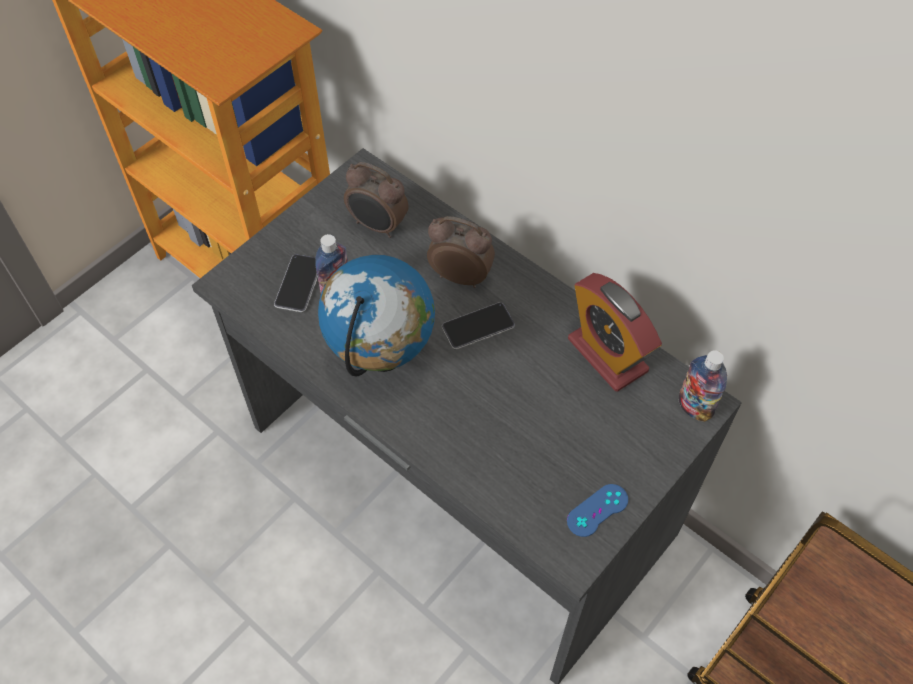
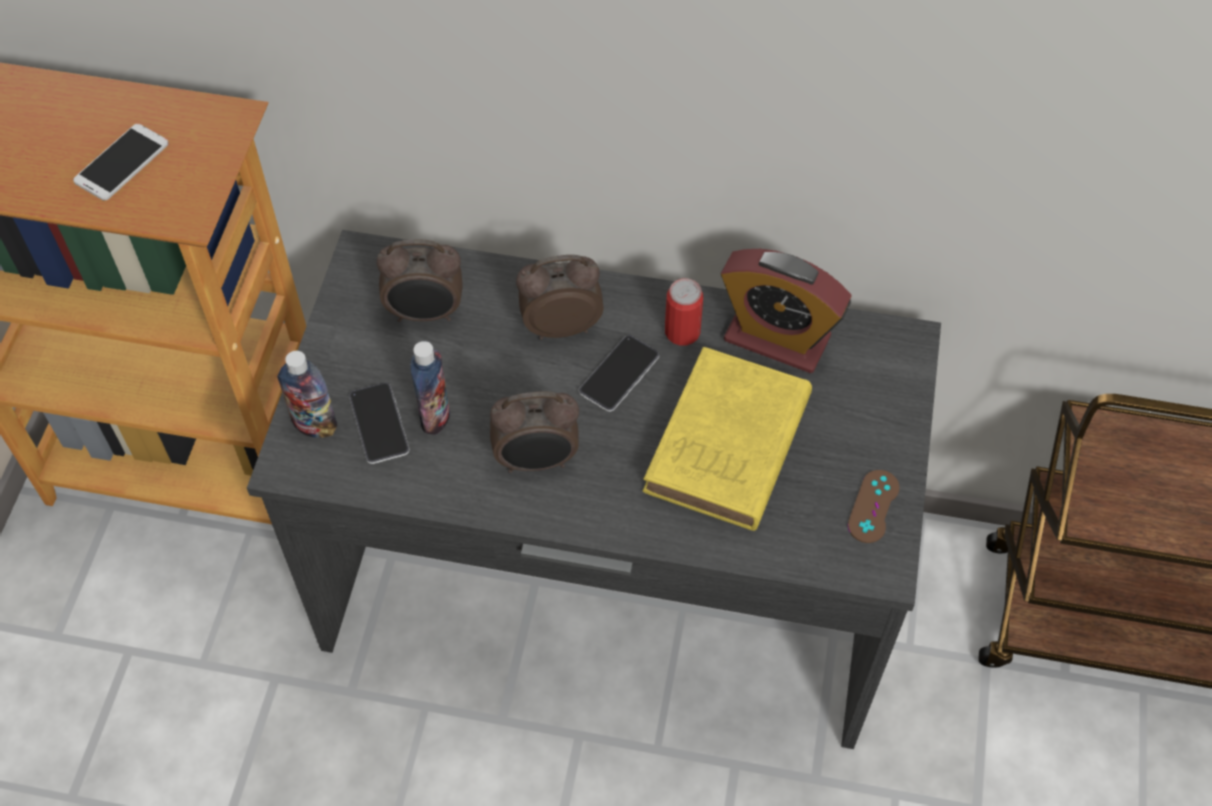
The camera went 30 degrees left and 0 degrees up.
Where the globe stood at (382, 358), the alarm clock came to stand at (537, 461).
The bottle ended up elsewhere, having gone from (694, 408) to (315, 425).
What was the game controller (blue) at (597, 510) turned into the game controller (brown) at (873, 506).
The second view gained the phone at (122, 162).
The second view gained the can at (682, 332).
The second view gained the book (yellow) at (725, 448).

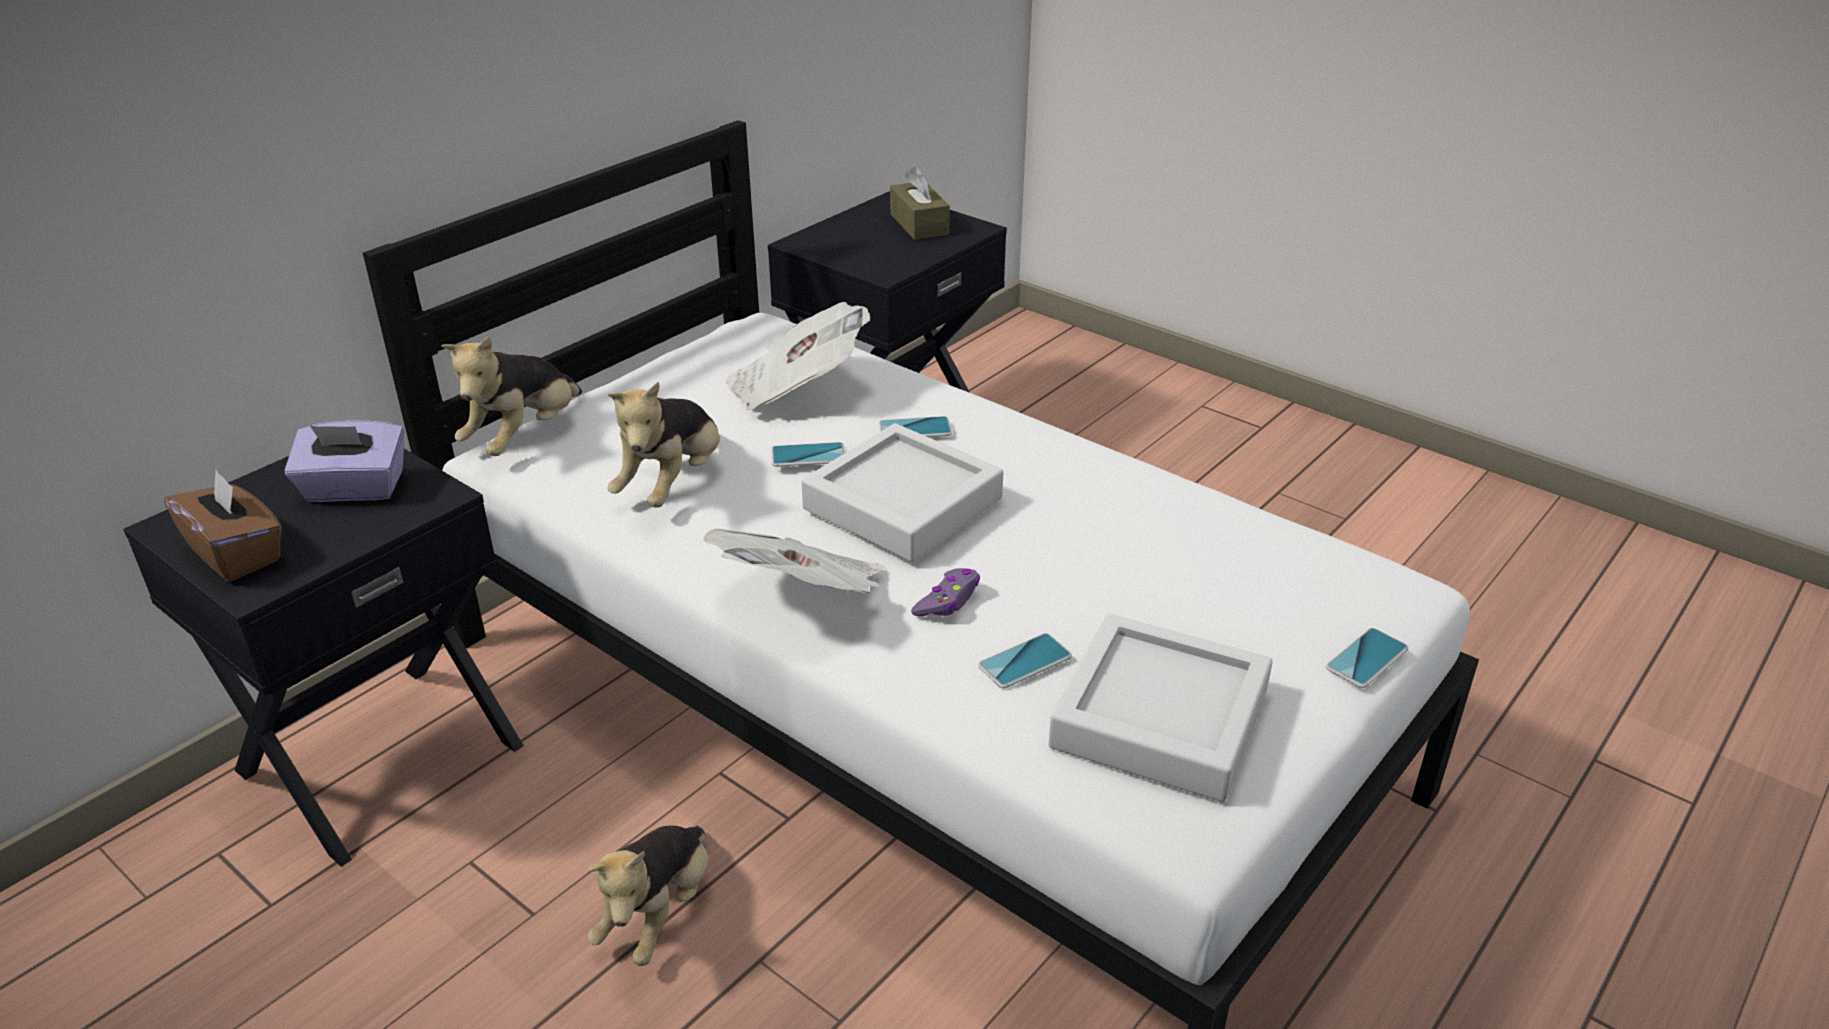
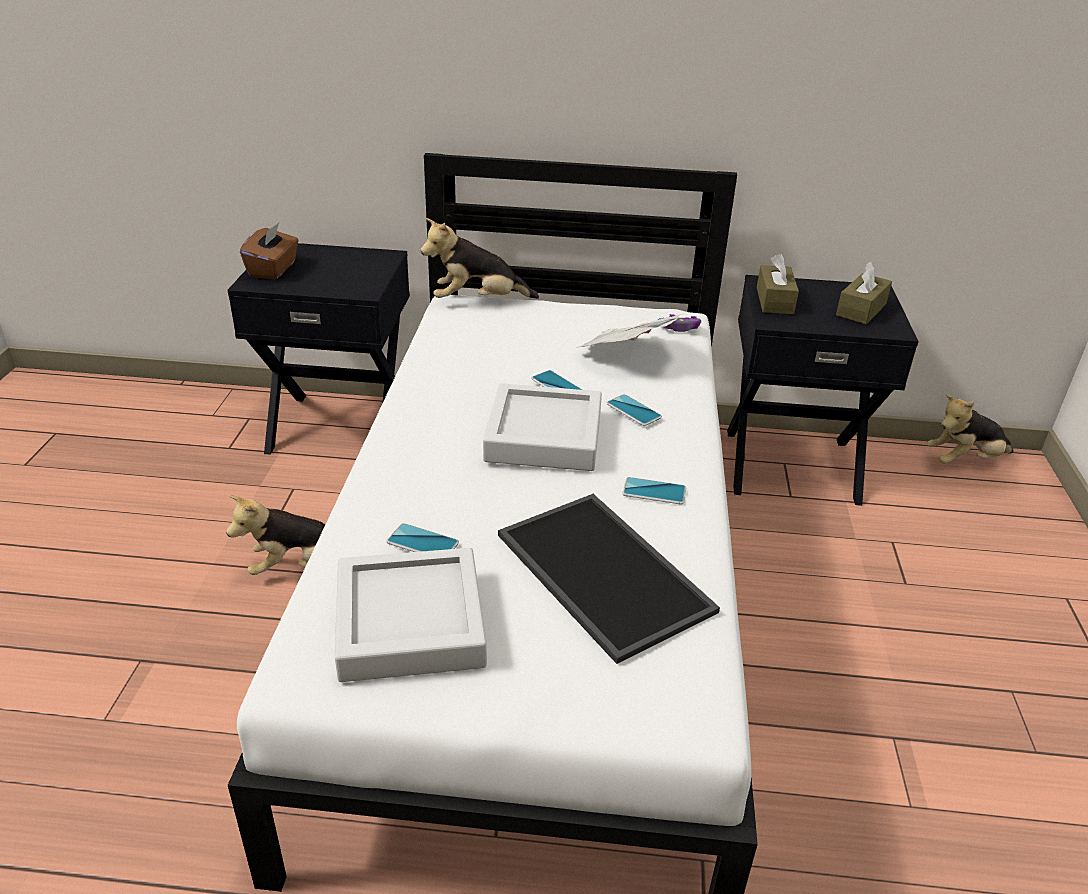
The camera went 55 degrees right and 0 degrees up.
The plush toy ended up elsewhere, having gone from (673, 484) to (964, 460).
The second view lost the tissue box (purple) at (355, 489).
The second view lost the newspaper at (804, 598).
The game controller (purple) ended up elsewhere, having gone from (948, 601) to (679, 328).
The phone ended up elsewhere, having gone from (1366, 658) to (654, 491).
The second view gained the tissue box (brown) at (774, 300).
The second view gained the tray at (599, 572).

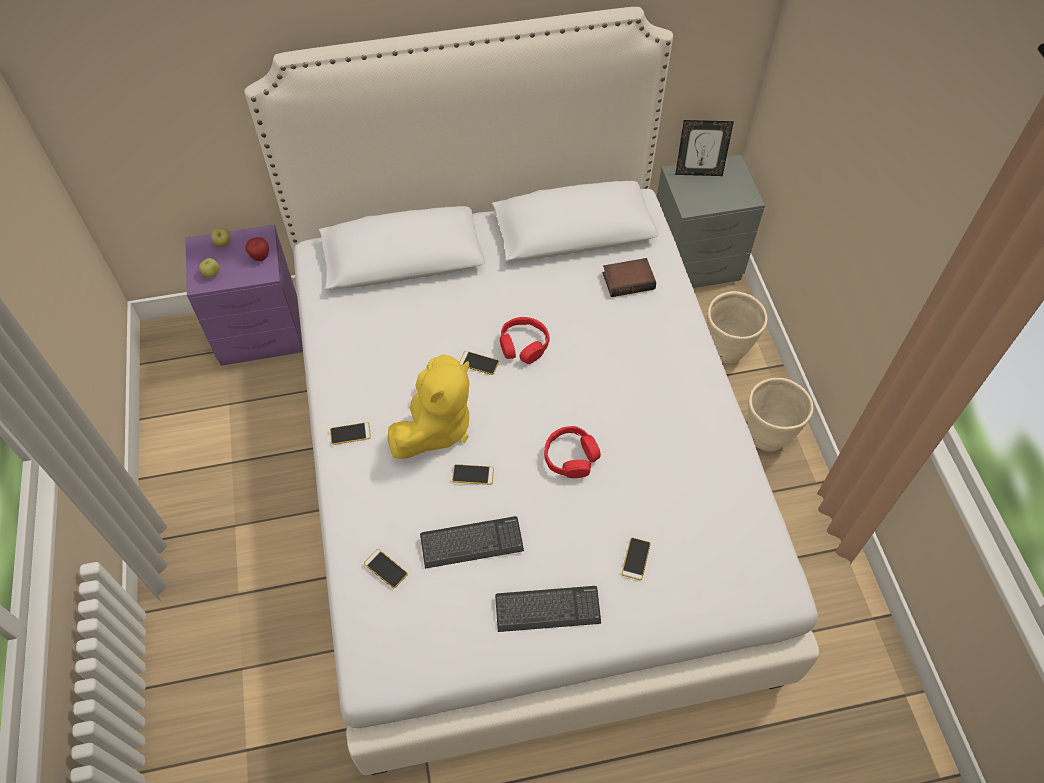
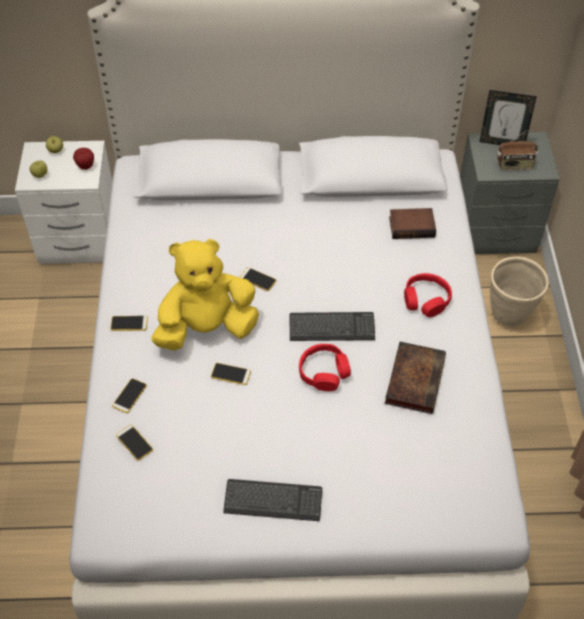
The camera went 10 degrees right and 5 degrees down.
What was the nightstand (purple) at (262, 334) turned into the nightstand (white) at (81, 241).
The headphones (red) ended up elsewhere, having gone from (523, 345) to (426, 300).
The plush toy (yellow) at (435, 427) ended up facing another way, 150 degrees counterclockwise from before.
The second view lost the planter (beige) at (766, 436).
The keyboard ended up elsewhere, having gone from (471, 543) to (331, 328).
The phone ended up elsewhere, having gone from (636, 559) to (129, 396).
The second view gained the radio at (514, 165).
The second view gained the book at (414, 378).

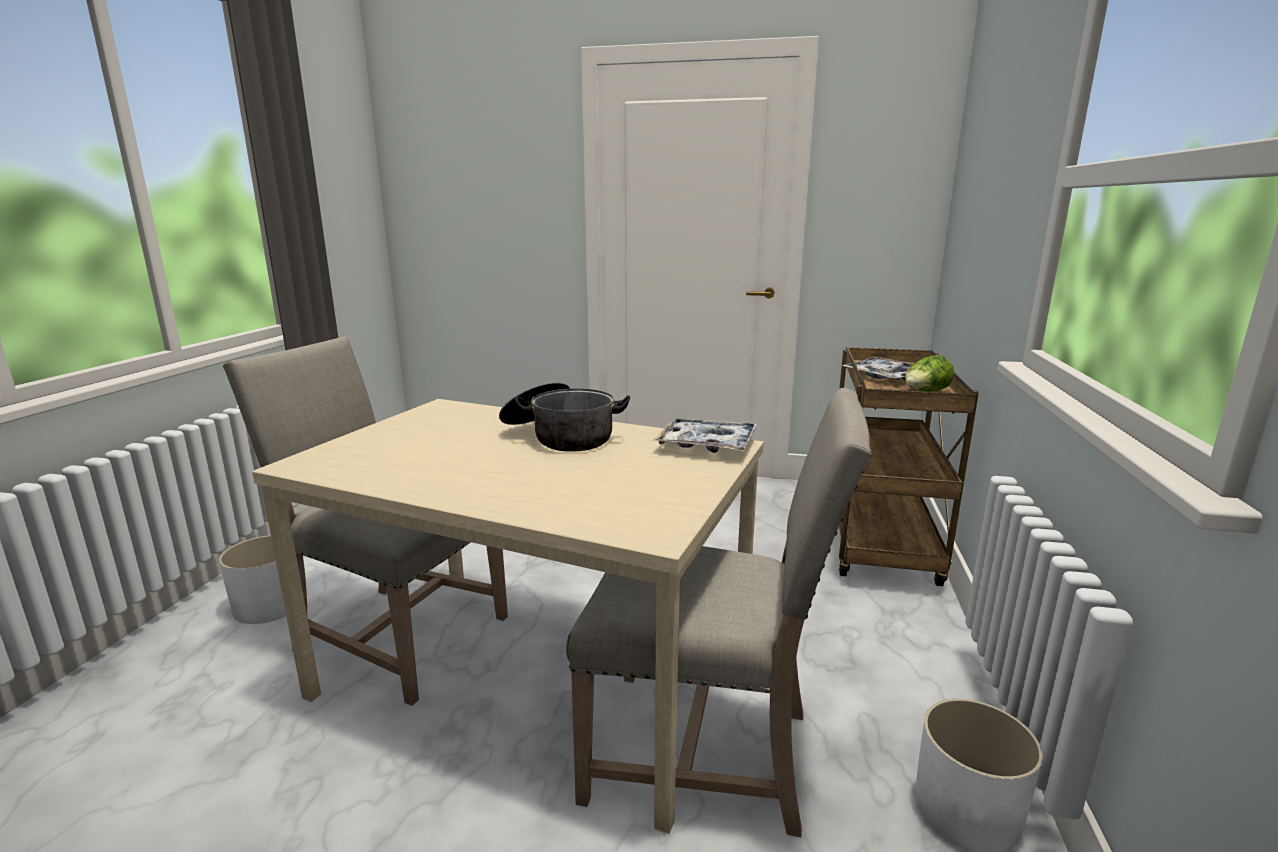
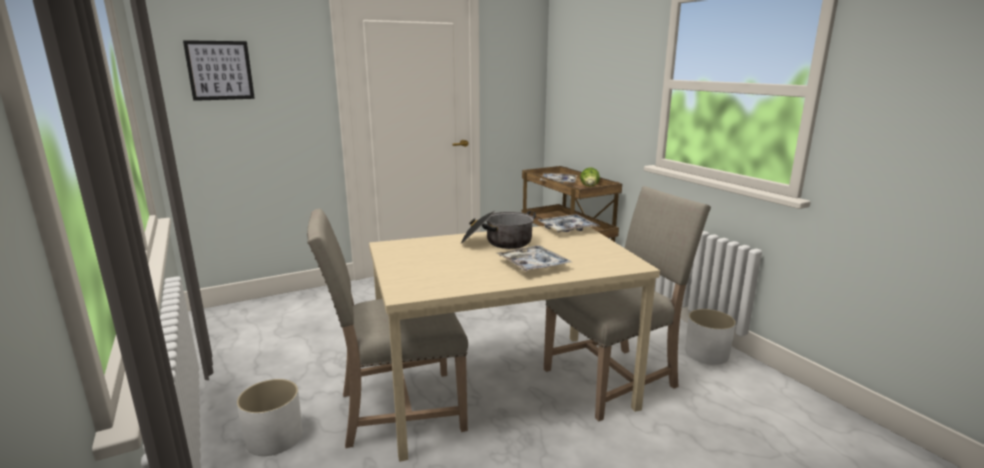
The camera went 40 degrees left and 0 degrees up.
The second view gained the picture at (220, 70).
The second view gained the tray at (532, 265).

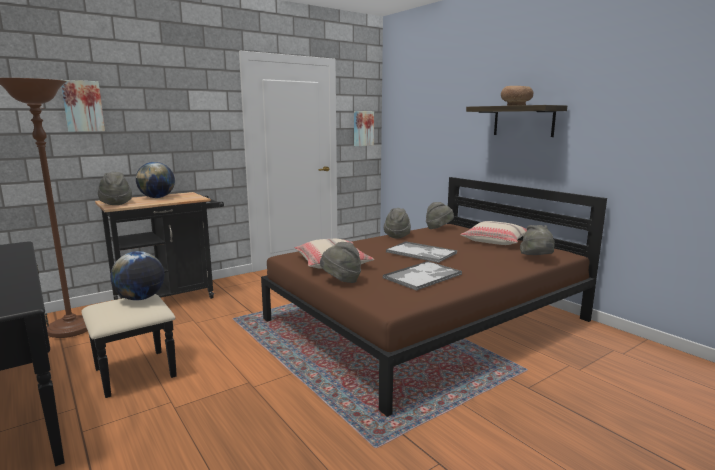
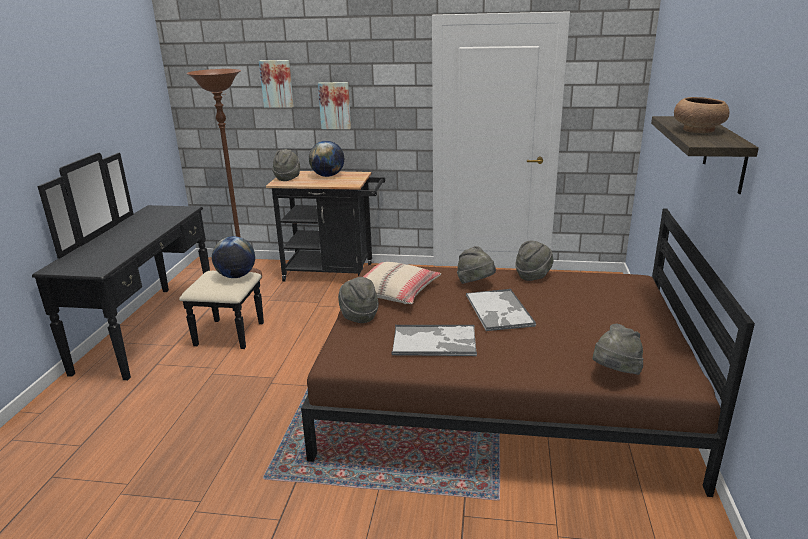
The camera went 45 degrees right and 10 degrees up.
The picture ended up elsewhere, having gone from (363, 128) to (335, 105).
The hat (grey) ended up elsewhere, having gone from (438, 228) to (475, 283).
The second view lost the pillow (beige) at (495, 241).

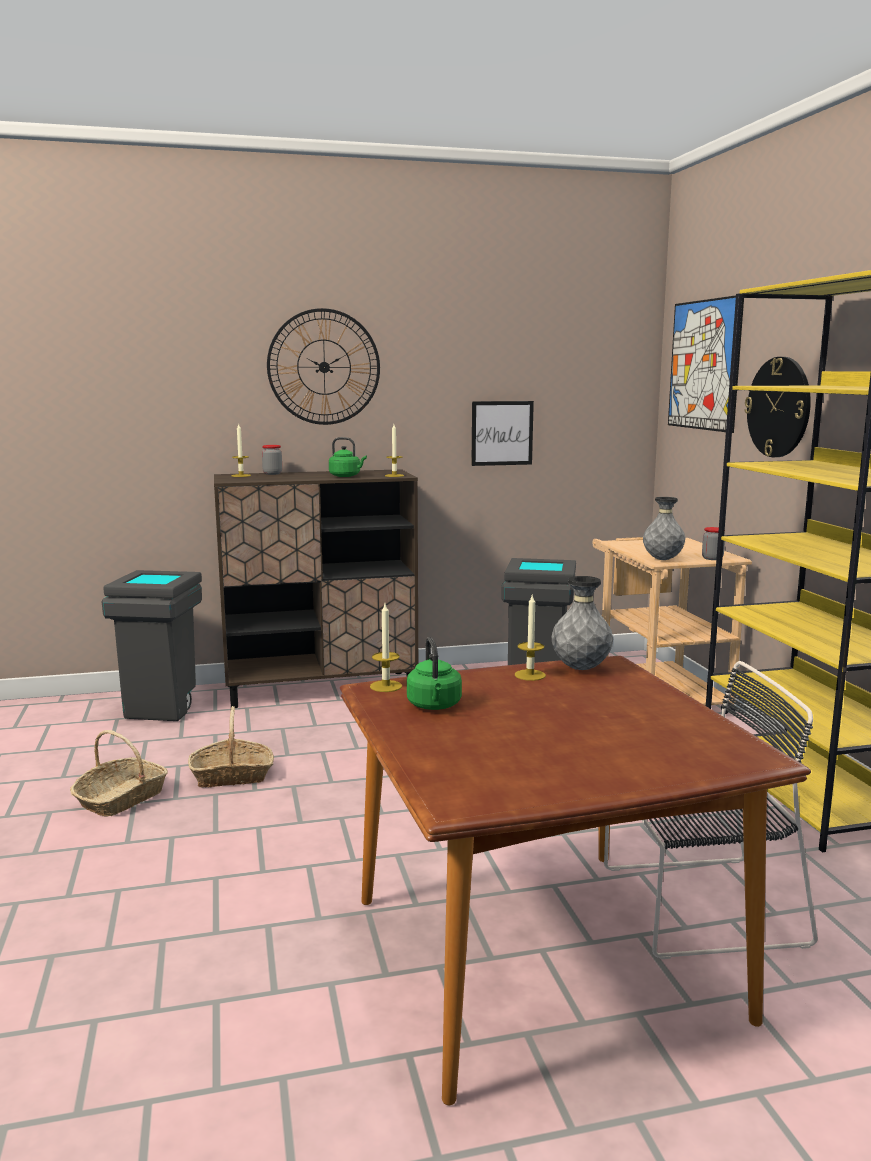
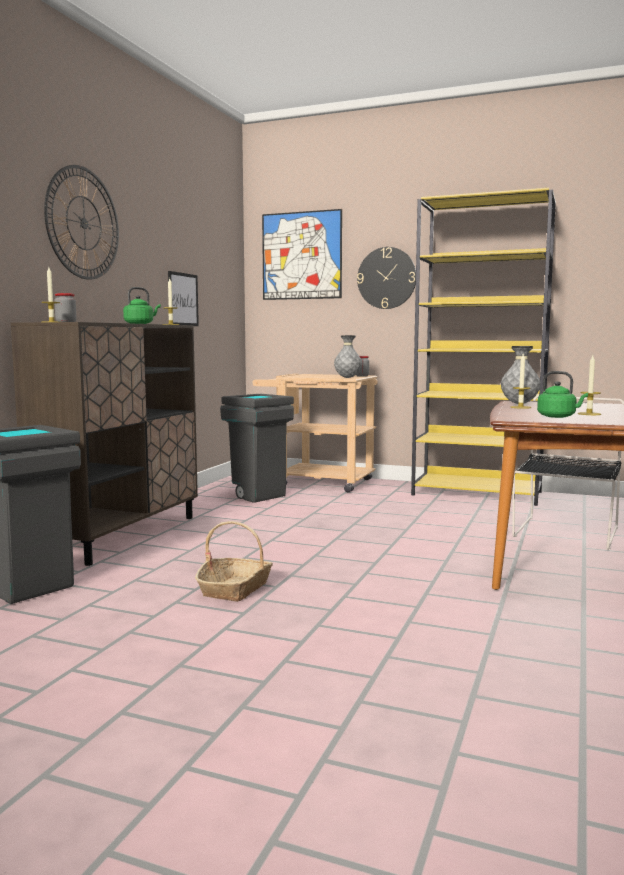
The camera went 55 degrees left and 5 degrees down.
The candle ended up elsewhere, having gone from (386, 686) to (589, 414).
The second view lost the basket at (121, 798).

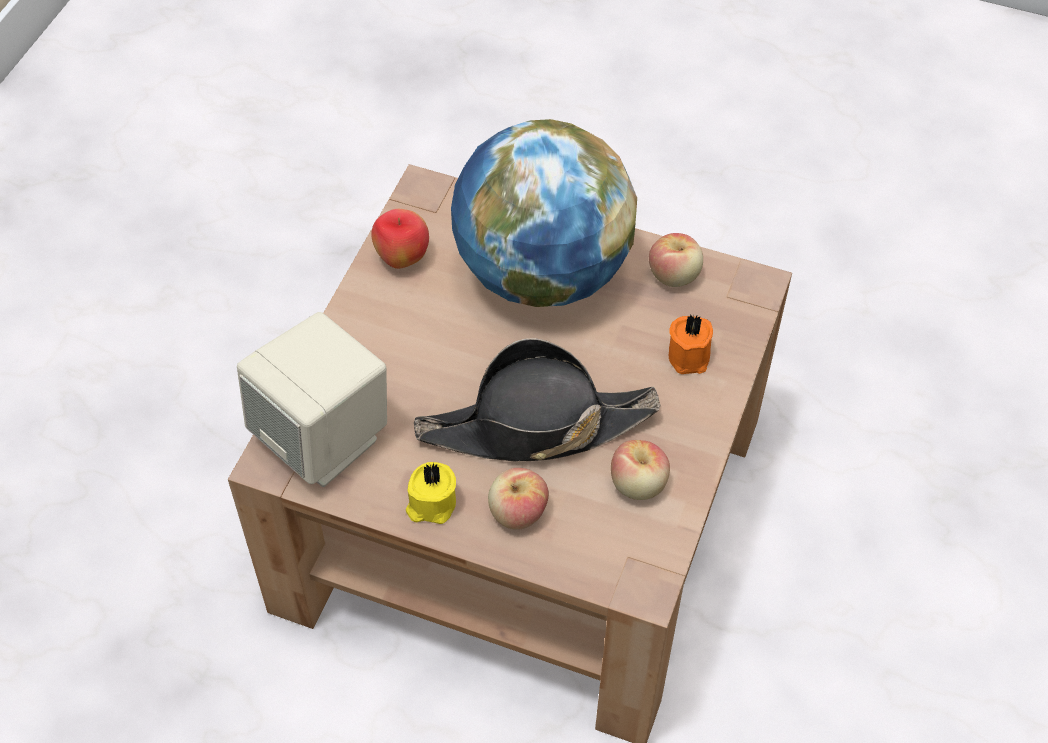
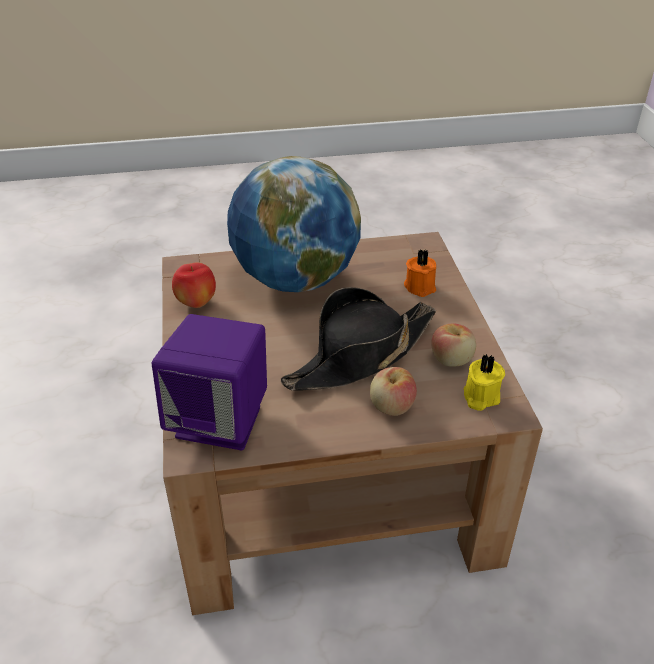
The camera went 30 degrees left and 15 degrees down.
The second view lost the apple at (674, 275).
What was the speaker (beige) at (324, 439) turned into the speaker (purple) at (220, 421).
The candle (yellow) ended up elsewhere, having gone from (431, 504) to (480, 397).

